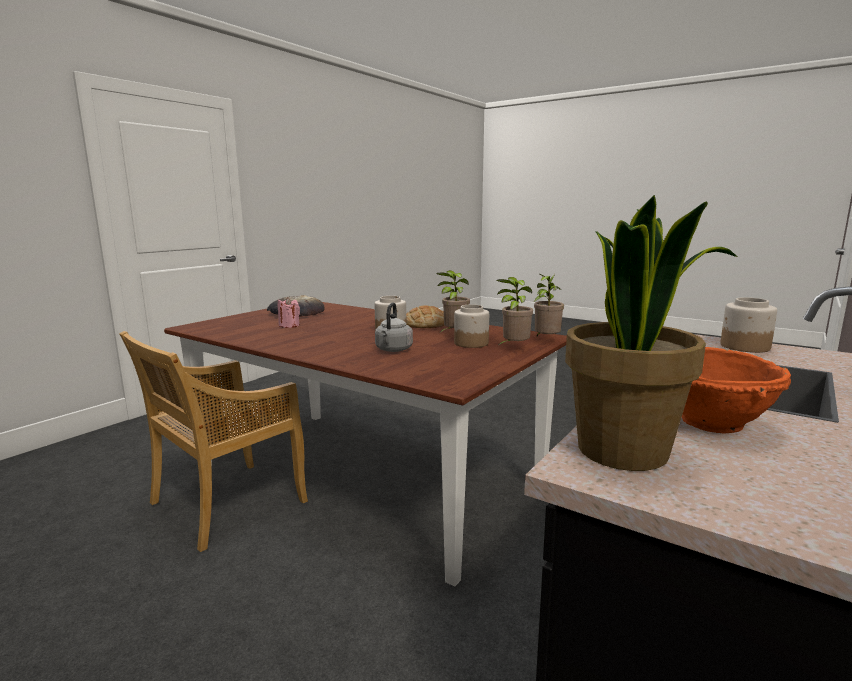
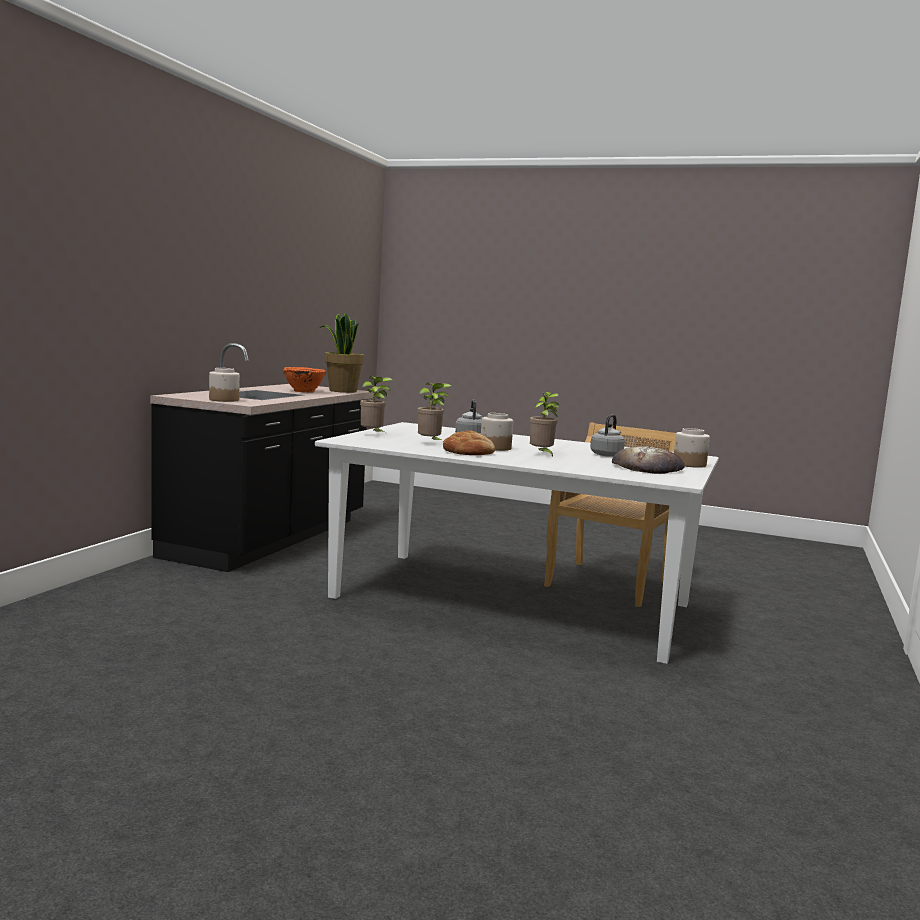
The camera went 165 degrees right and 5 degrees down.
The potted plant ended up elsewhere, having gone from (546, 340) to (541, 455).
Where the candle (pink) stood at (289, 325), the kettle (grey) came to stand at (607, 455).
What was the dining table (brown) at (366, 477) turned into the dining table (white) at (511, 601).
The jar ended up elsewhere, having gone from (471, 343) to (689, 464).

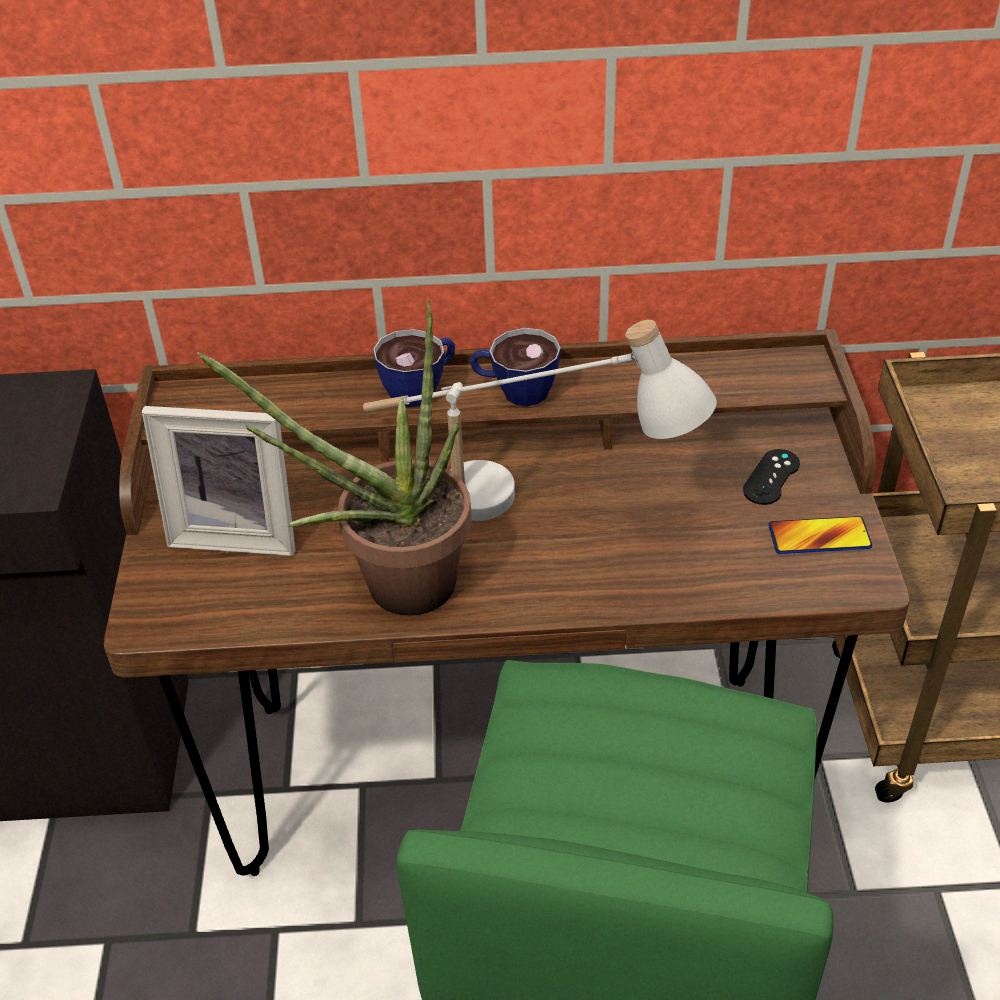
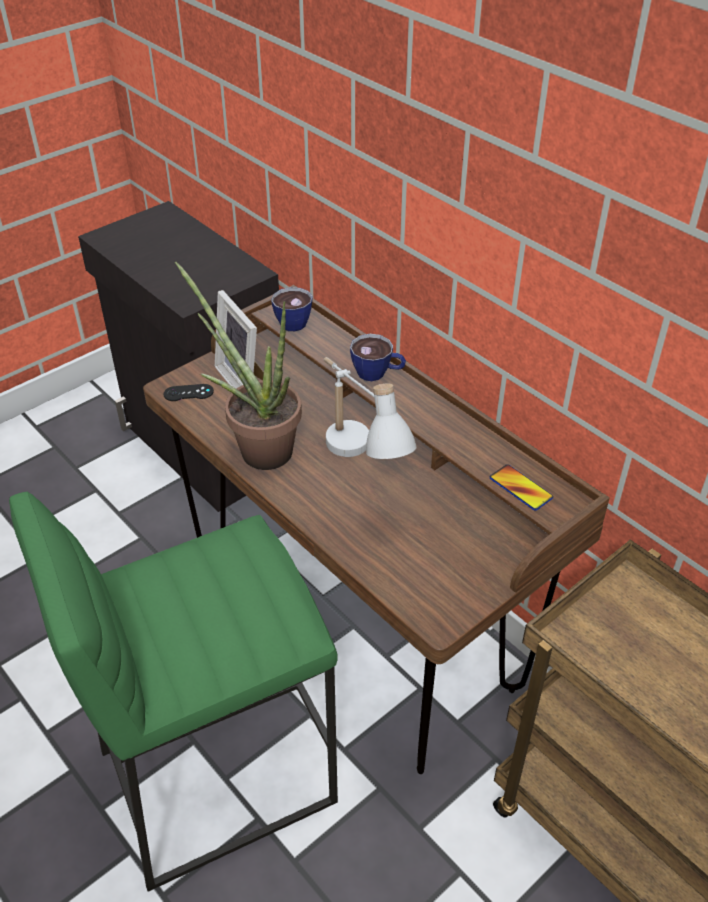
The camera went 50 degrees right and 0 degrees up.
The cup ended up elsewhere, having gone from (514, 390) to (290, 320).
The game controller (black) ended up elsewhere, having gone from (771, 477) to (188, 393).
The phone ended up elsewhere, having gone from (819, 537) to (520, 488).

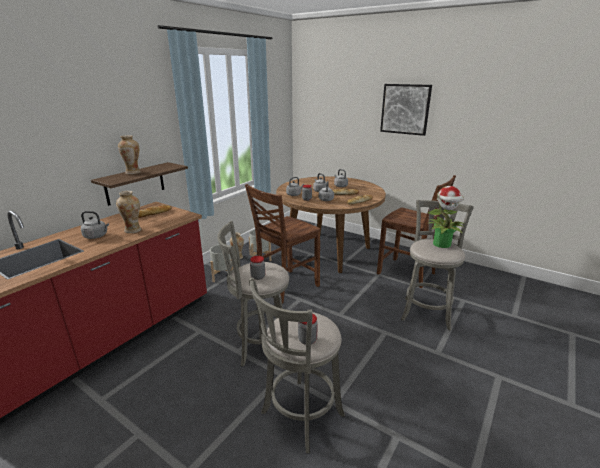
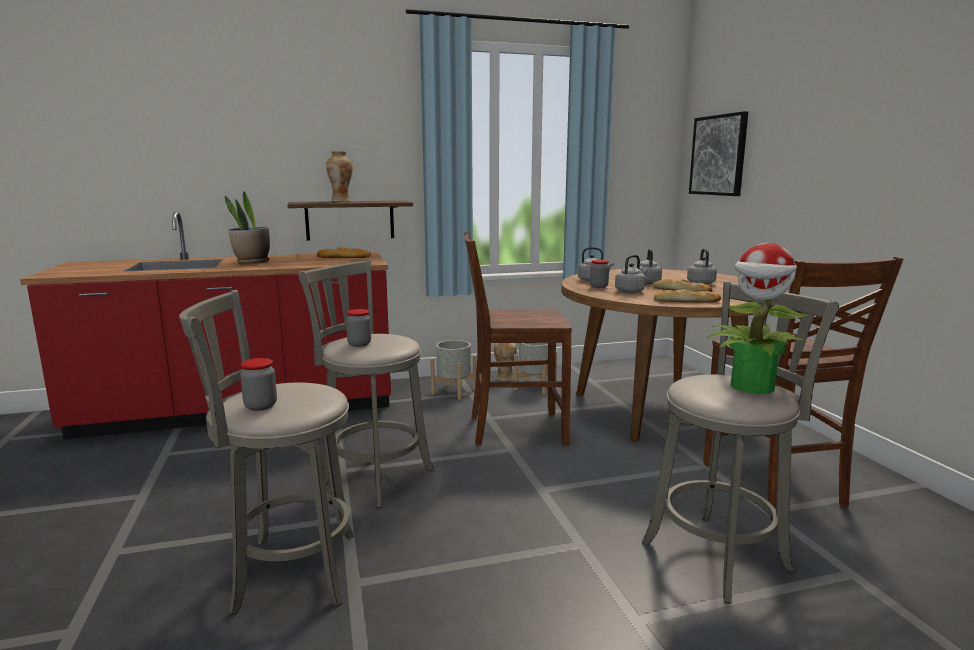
The camera went 40 degrees right and 10 degrees down.
The picture ended up elsewhere, having gone from (405, 109) to (718, 155).
The second view lost the vase at (133, 230).
Where the kettle (grey) stood at (97, 236), the potted plant came to stand at (252, 262).

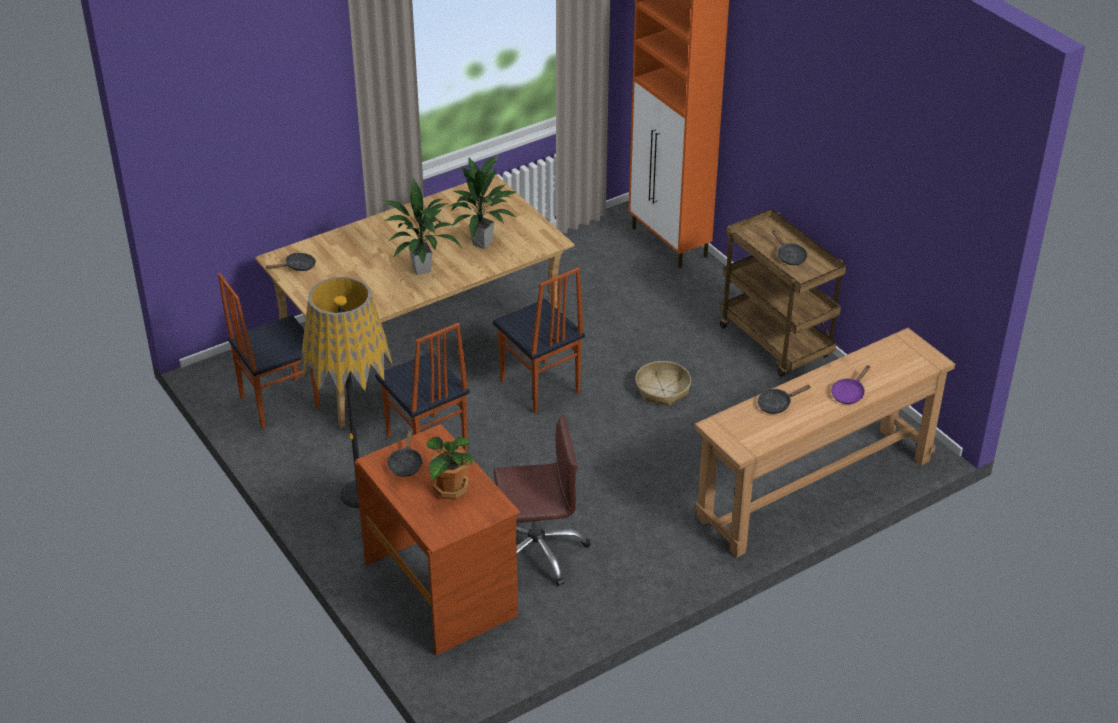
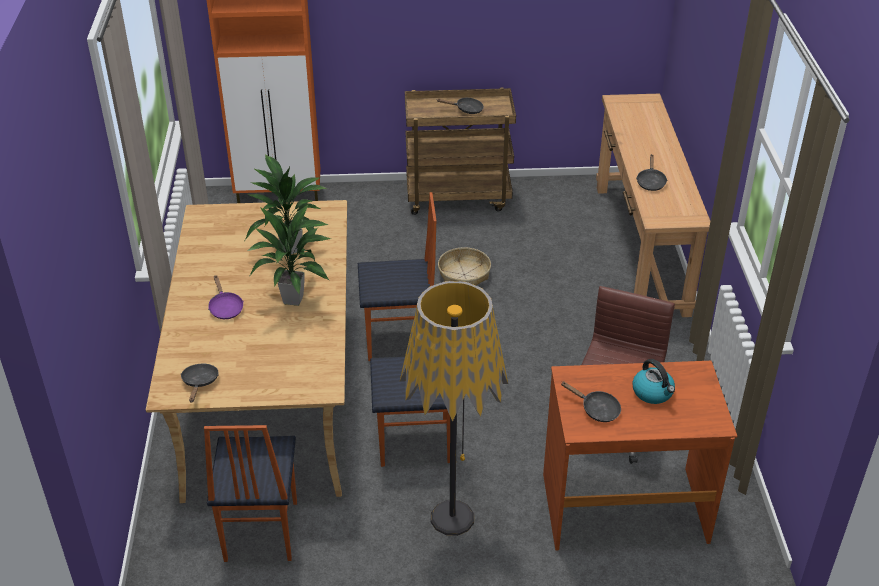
The camera went 60 degrees left and 0 degrees up.
The frying pan (purple) ended up elsewhere, having gone from (849, 393) to (225, 307).
Where the potted plant stood at (449, 489), the kettle came to stand at (653, 393).

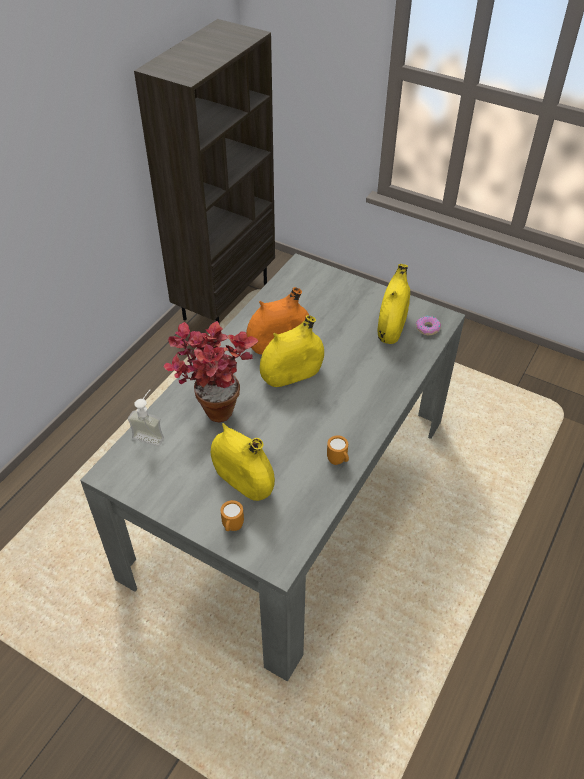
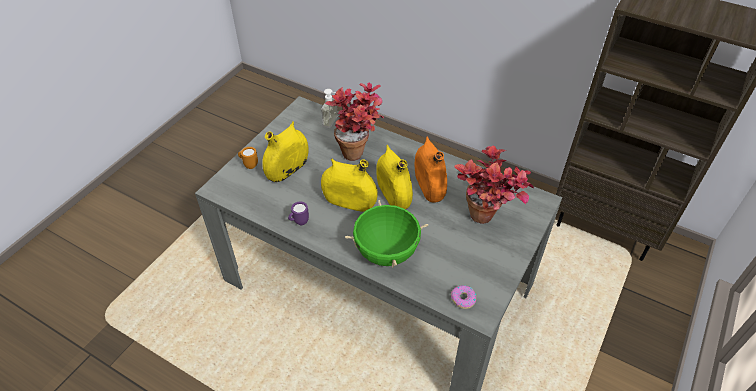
The camera went 90 degrees right and 0 degrees up.
The vase (yellow) ended up elsewhere, having gone from (391, 327) to (349, 201).
What was the mug (orange) at (338, 461) turned into the mug (purple) at (299, 222).
The second view gained the potted plant at (487, 221).
The second view gained the cooking pot (green) at (386, 252).

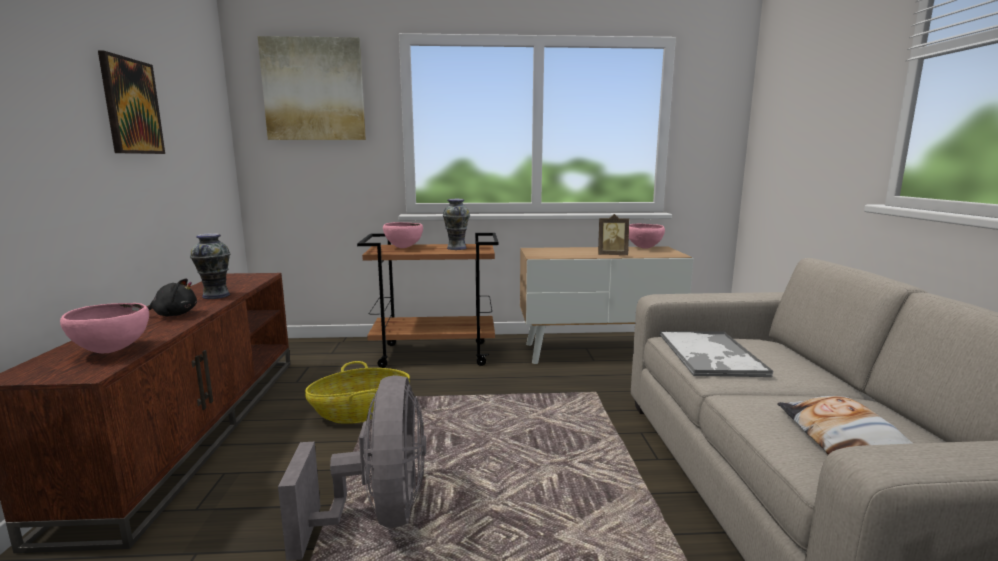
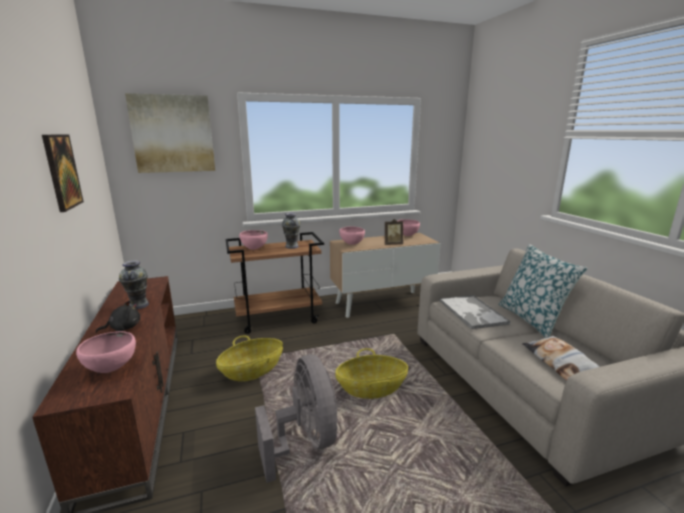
The camera went 15 degrees left and 5 degrees up.
The second view gained the bowl (pink) at (351, 244).
The second view gained the pillow at (532, 319).
The second view gained the basket at (371, 388).

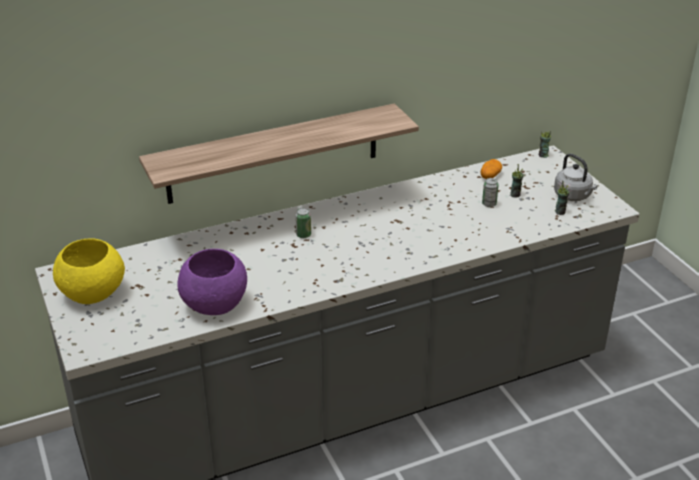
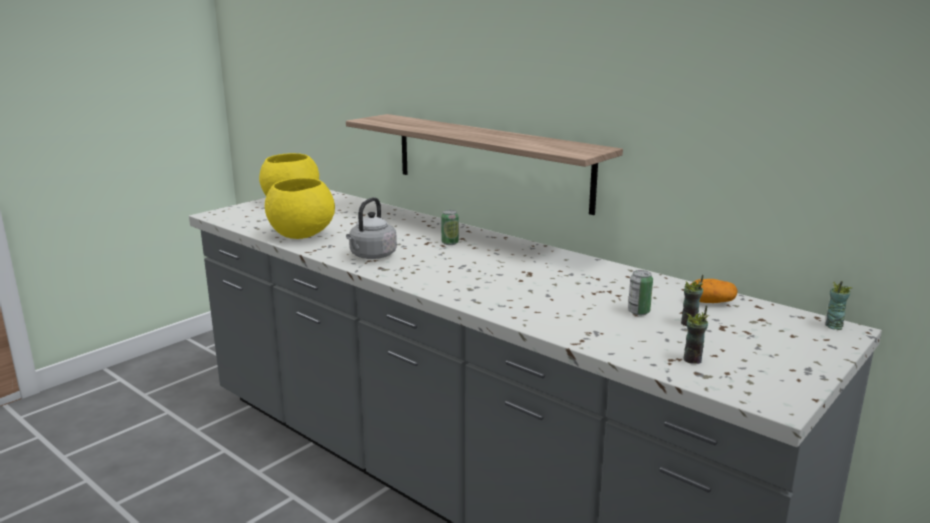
The camera went 65 degrees right and 15 degrees down.
The kettle (grey) ended up elsewhere, having gone from (573, 196) to (371, 256).
What was the bowl (purple) at (215, 305) turned into the bowl (yellow) at (302, 235).

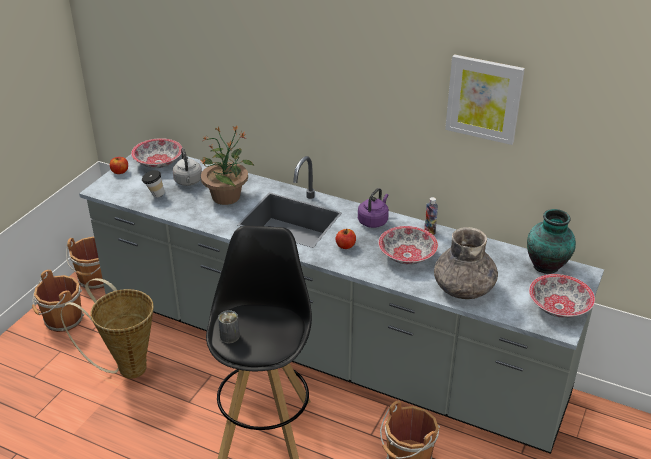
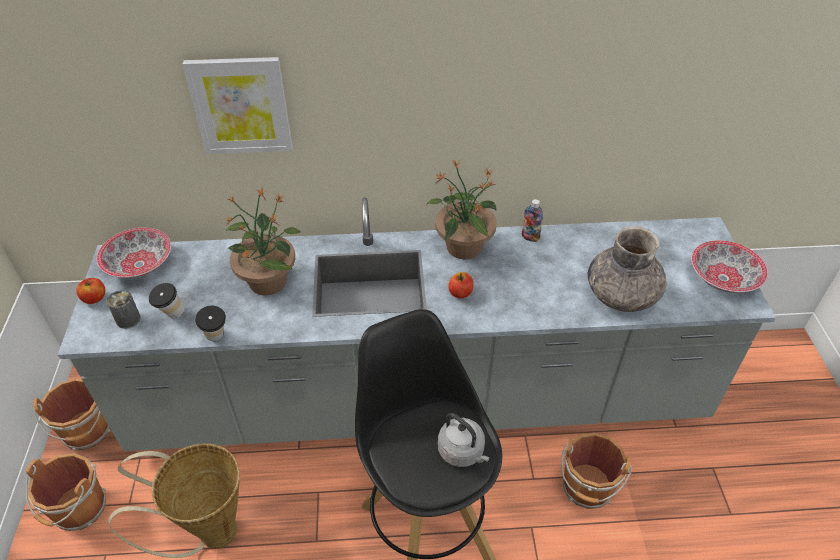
The camera went 30 degrees left and 10 degrees up.
The picture ended up elsewhere, having gone from (484, 98) to (241, 105).
The kettle (grey) ended up elsewhere, having gone from (188, 182) to (462, 452).
Where the kettle (purple) stood at (373, 221), the potted plant came to stand at (463, 248).
The second view lost the vase at (547, 266).
The second view lost the bowl at (407, 256).
The can ended up elsewhere, having gone from (229, 336) to (128, 319).
The second view gained the cup at (217, 339).

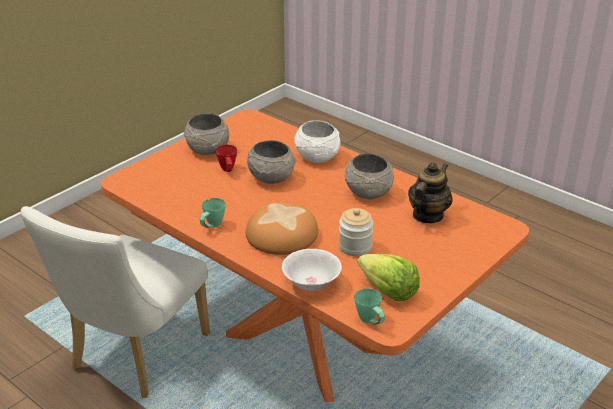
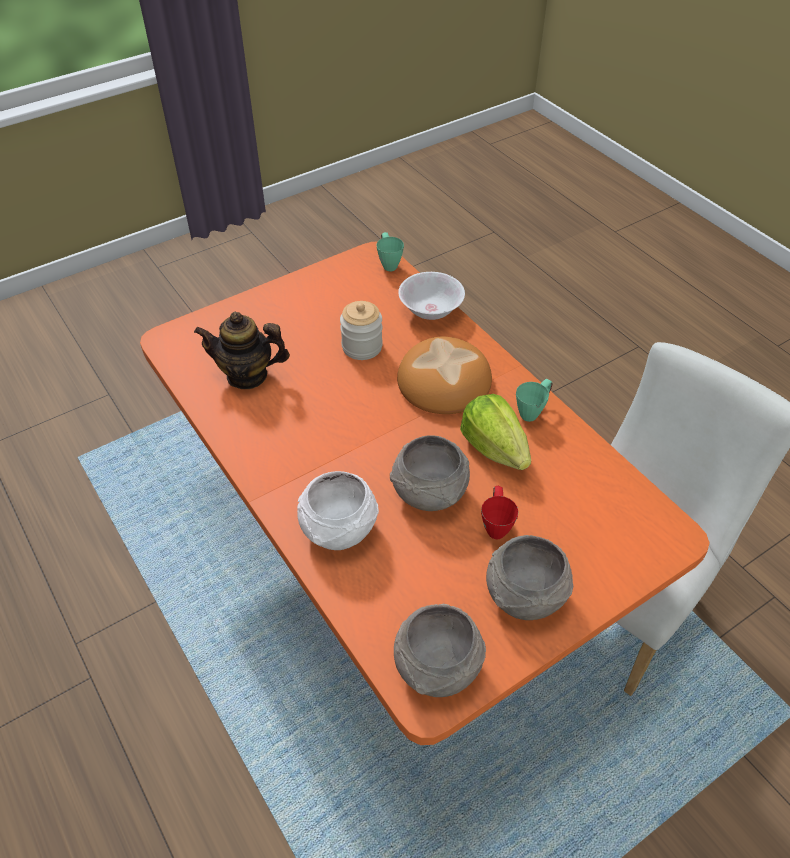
The camera went 165 degrees left and 15 degrees up.
The bowl (grey) ended up elsewhere, having gone from (368, 192) to (436, 668).
The teapot at (427, 216) ended up facing another way, 45 degrees clockwise from before.
The lettuce ended up elsewhere, having gone from (388, 291) to (494, 448).

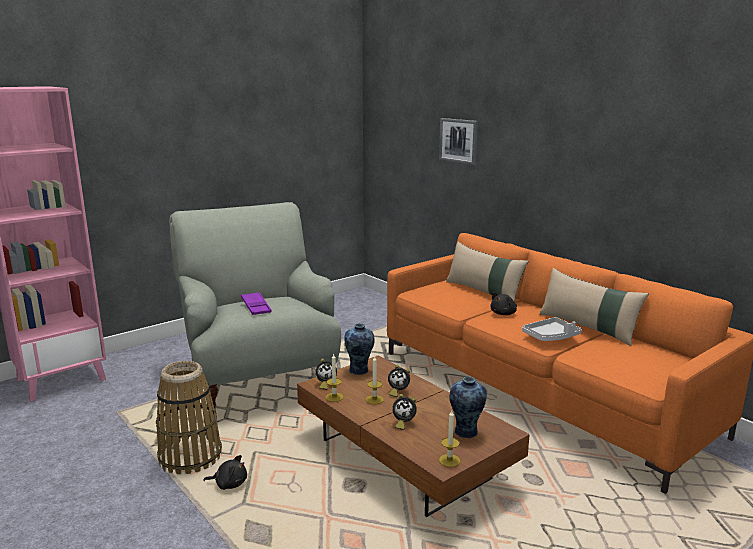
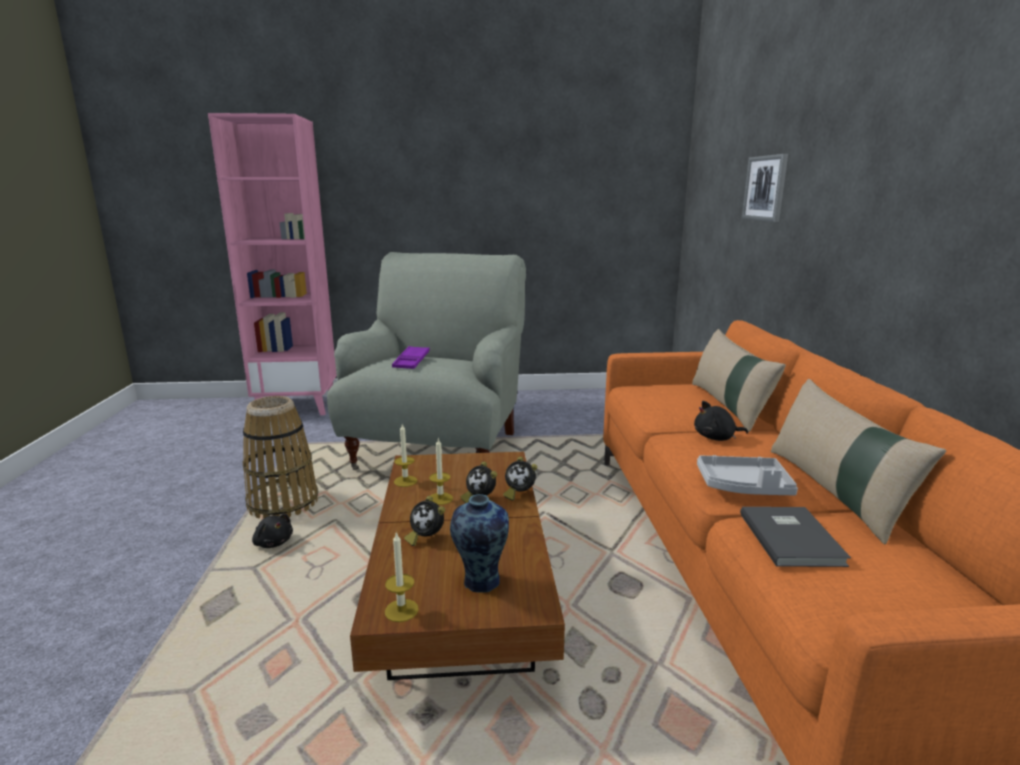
The camera went 35 degrees right and 0 degrees up.
The second view lost the vase at (359, 371).
The alarm clock ended up elsewhere, having gone from (325, 384) to (519, 494).
The second view gained the book (grey) at (792, 538).

